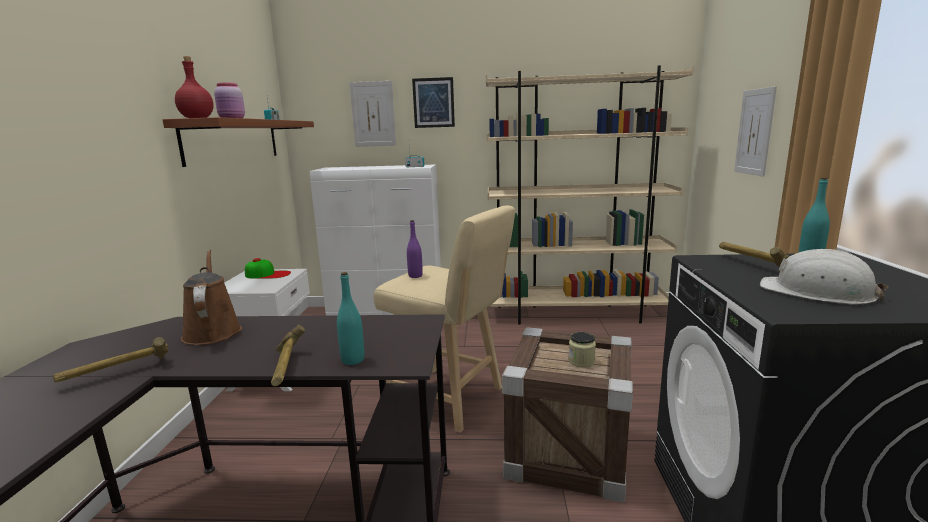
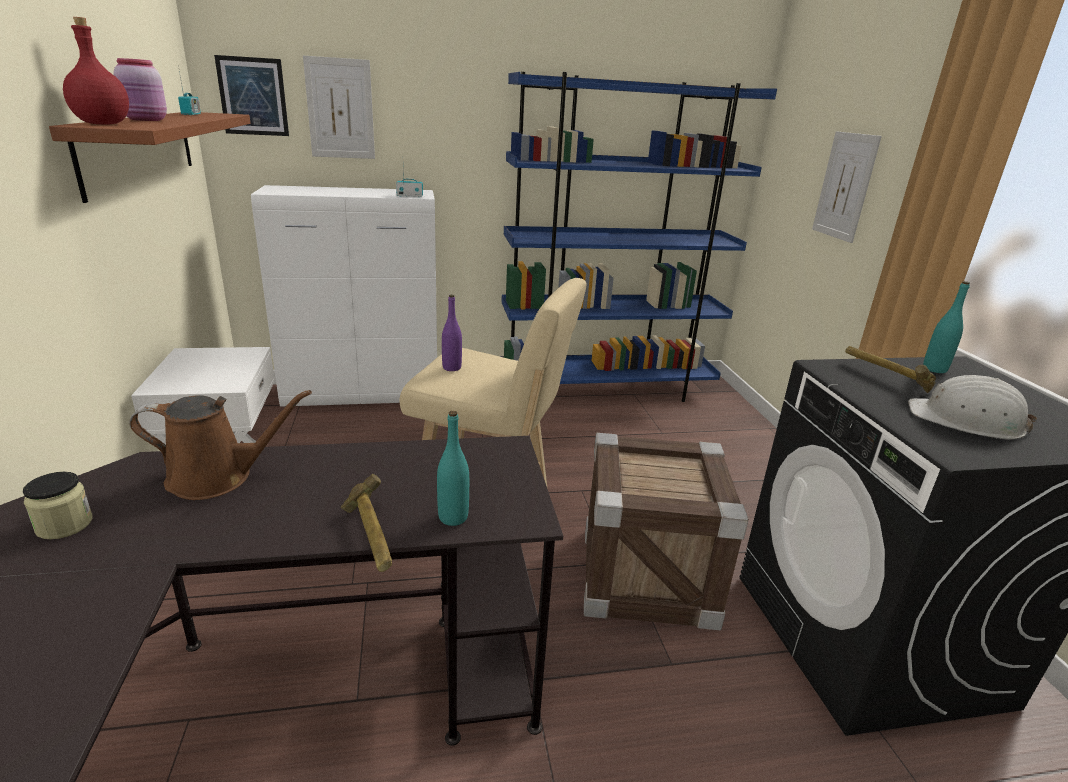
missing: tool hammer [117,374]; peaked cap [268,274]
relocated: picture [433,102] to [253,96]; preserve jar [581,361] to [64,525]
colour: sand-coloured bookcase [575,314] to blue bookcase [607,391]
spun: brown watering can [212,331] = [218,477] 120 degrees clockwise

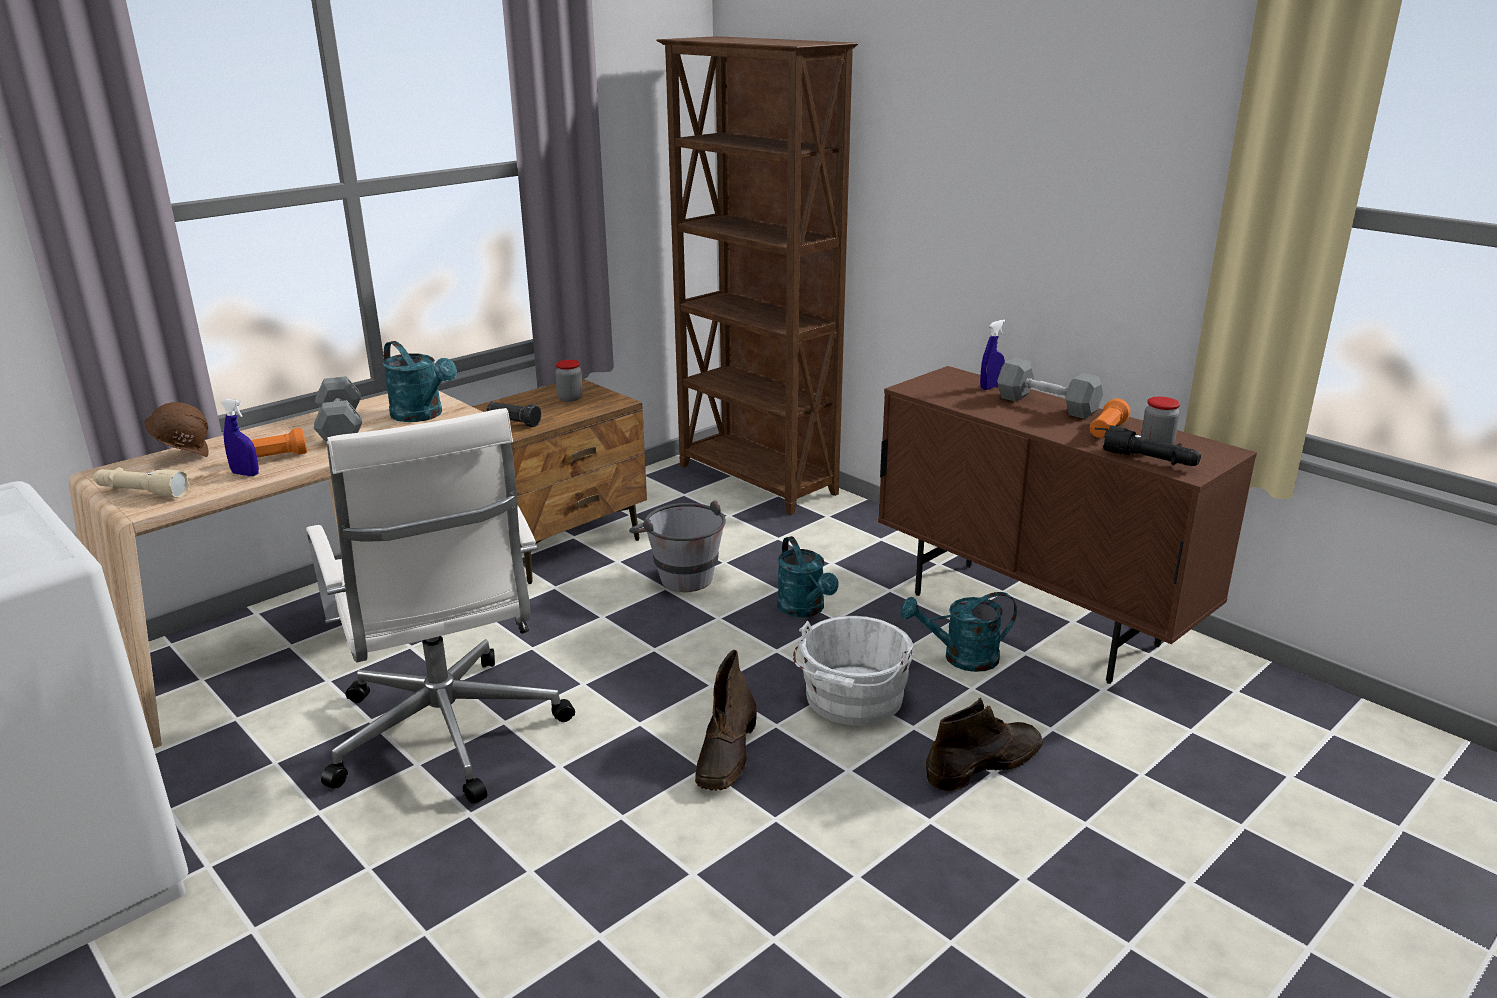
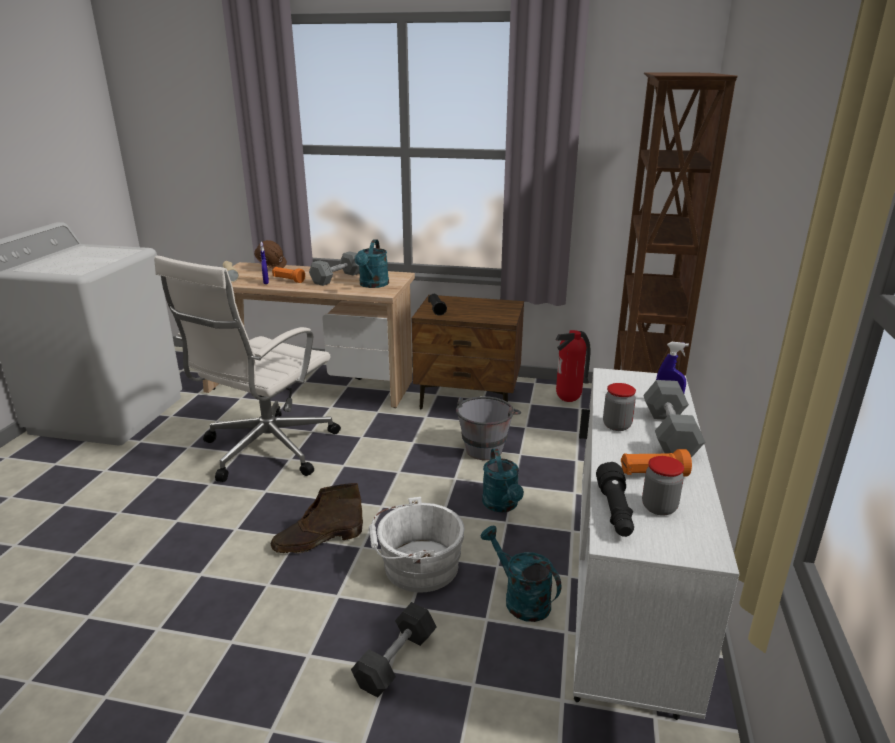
appeared: extinguisher [568,401]
relocated: preserve jar [570,398] to [617,425]
exchanged: brown high-top boot [985,763] to gray dumbbell [396,660]
colour: brown storage cabinet [1033,619] to white-coloured storage cabinet [622,619]
spun: blue-green watering can [805,609] = [502,505] 45 degrees counterclockwise

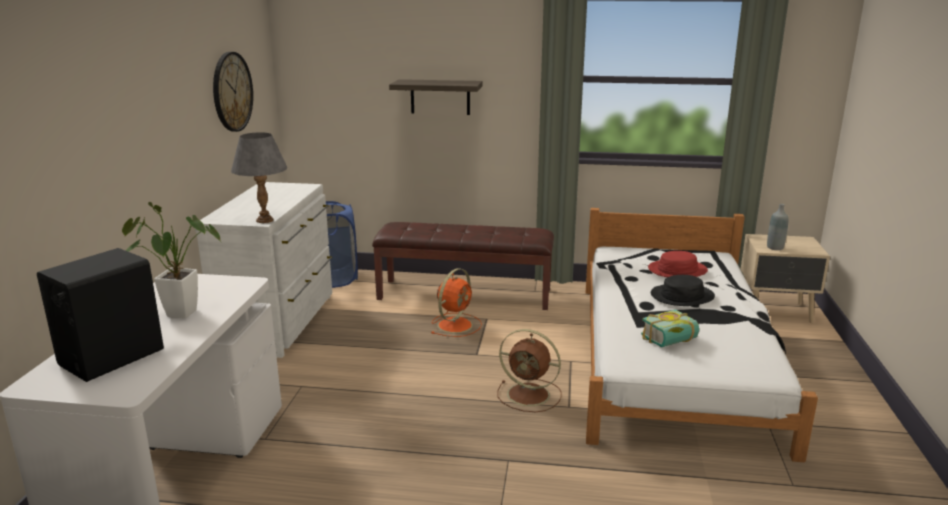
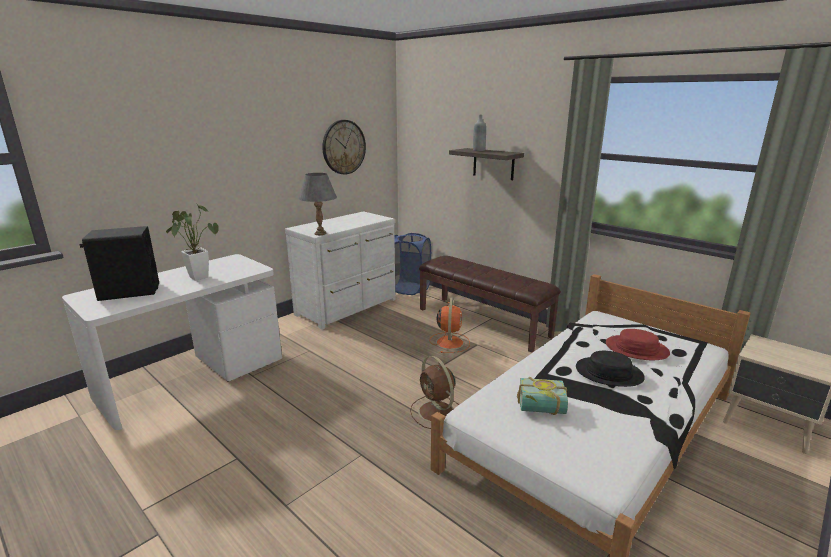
relocated: gray bottle [775,247] to [478,150]
spun: orangey cooling fan [456,324] = [449,342] 60 degrees counterclockwise

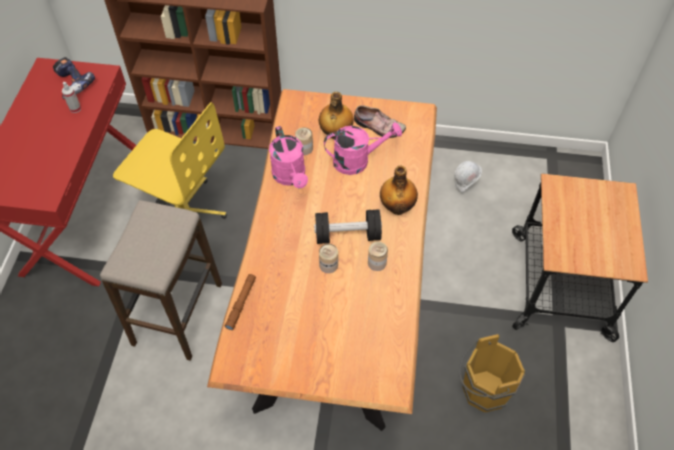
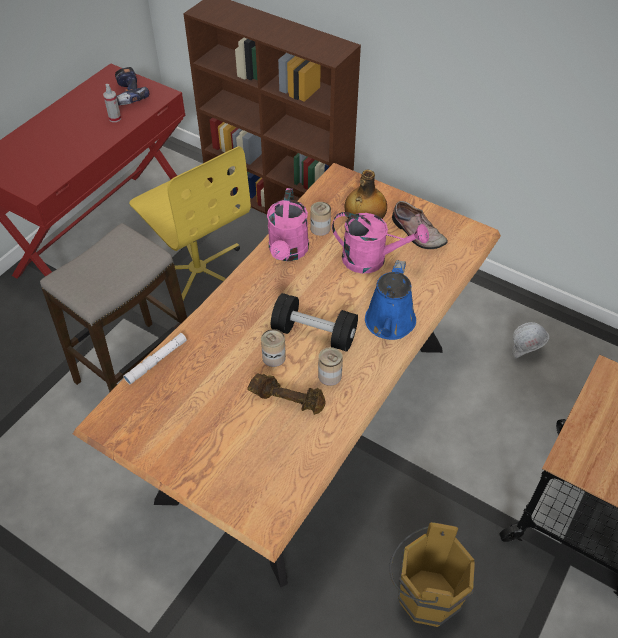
appeared: brown dumbbell [287,399]
exchanged: bottle [397,207] to blue watering can [389,324]
colour: brown torch [241,303] to white-coloured torch [156,361]

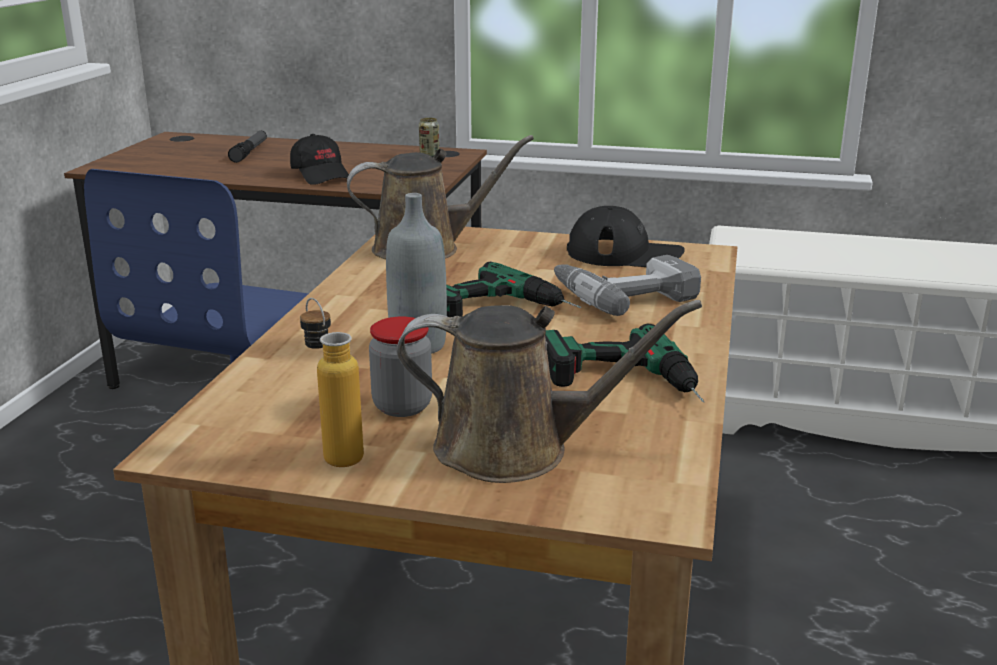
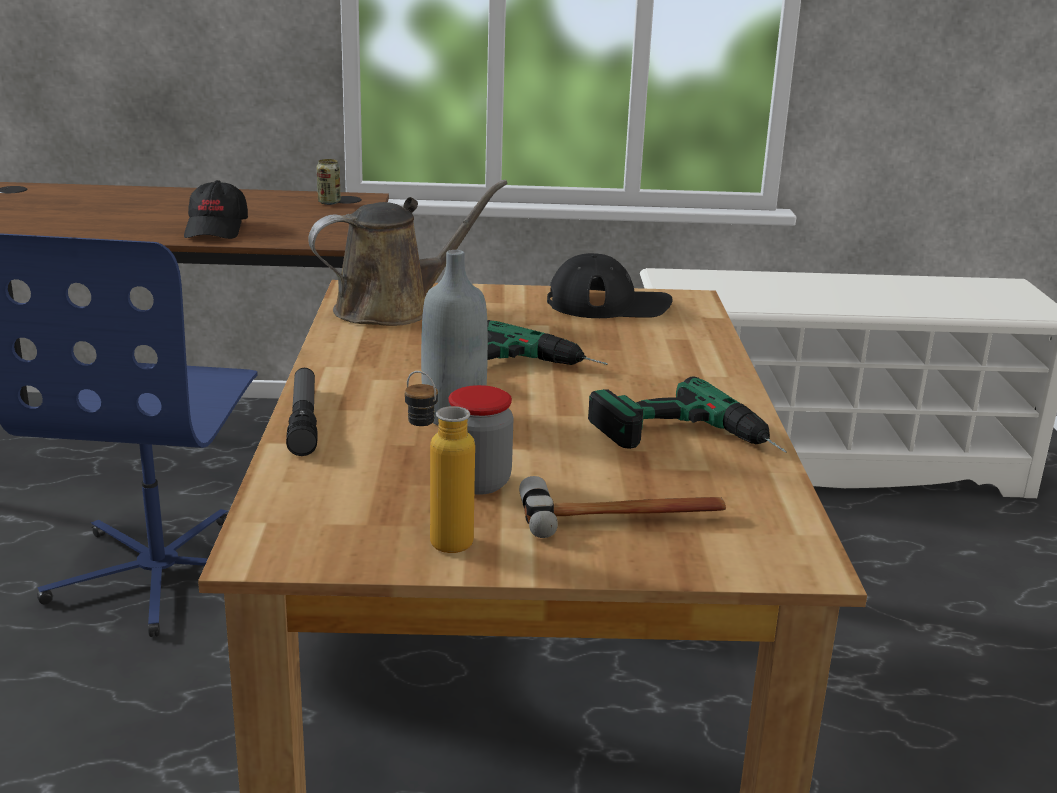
missing: power drill [623,294]
relocated: torch [249,152] to [303,420]
exchanged: brown watering can [515,449] to tool hammer [623,517]
spun: black peaked cap [321,175] = [217,229] 45 degrees clockwise

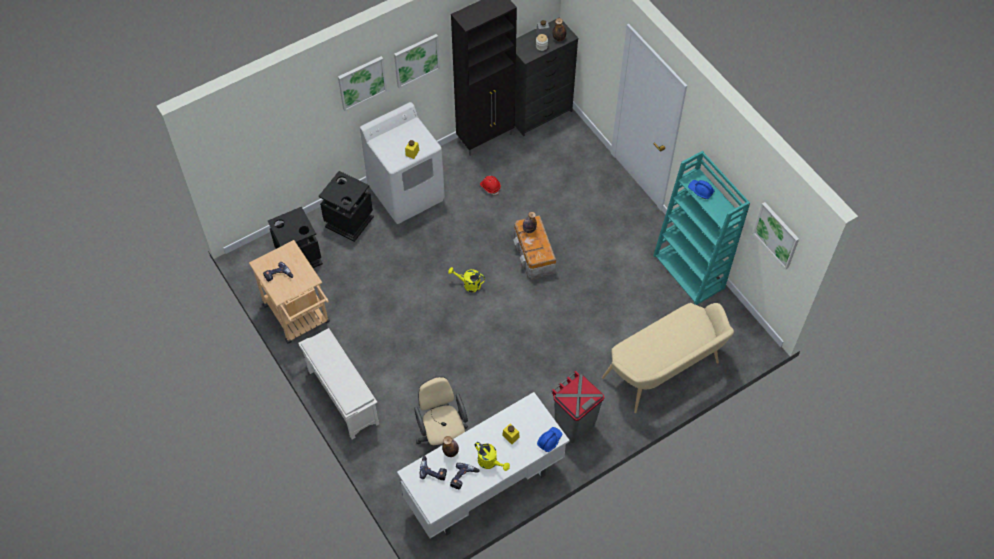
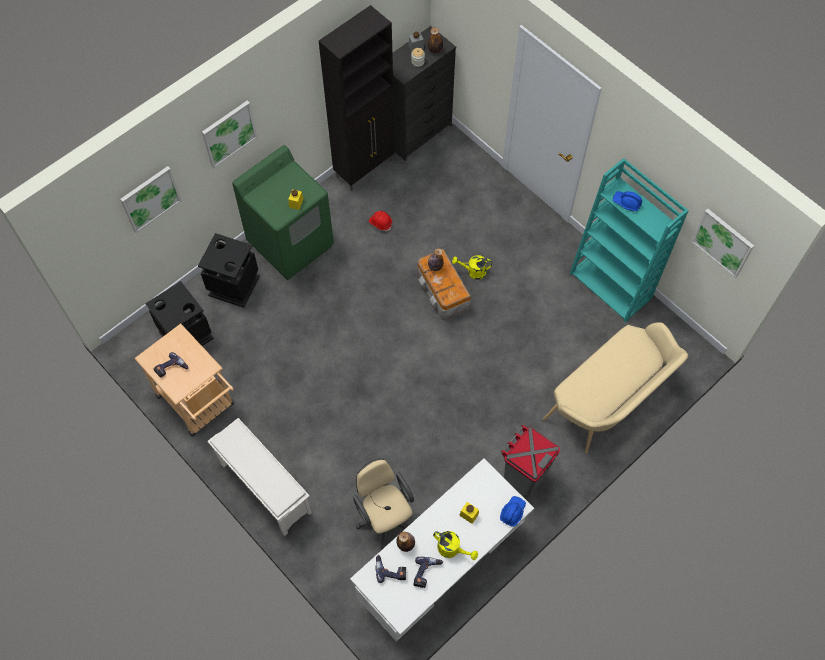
relocated: picture [416,60] to [150,198]; yellow watering can [468,284] to [473,272]
colour: white-coloured laundry appliance [407,193] to greenish laundry appliance [291,243]

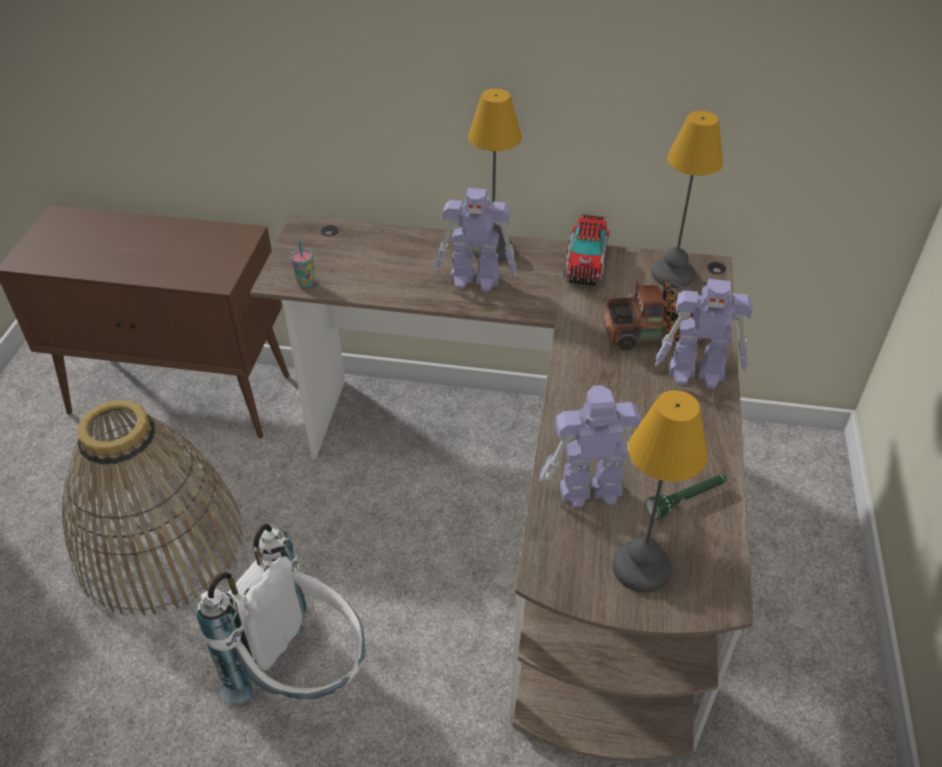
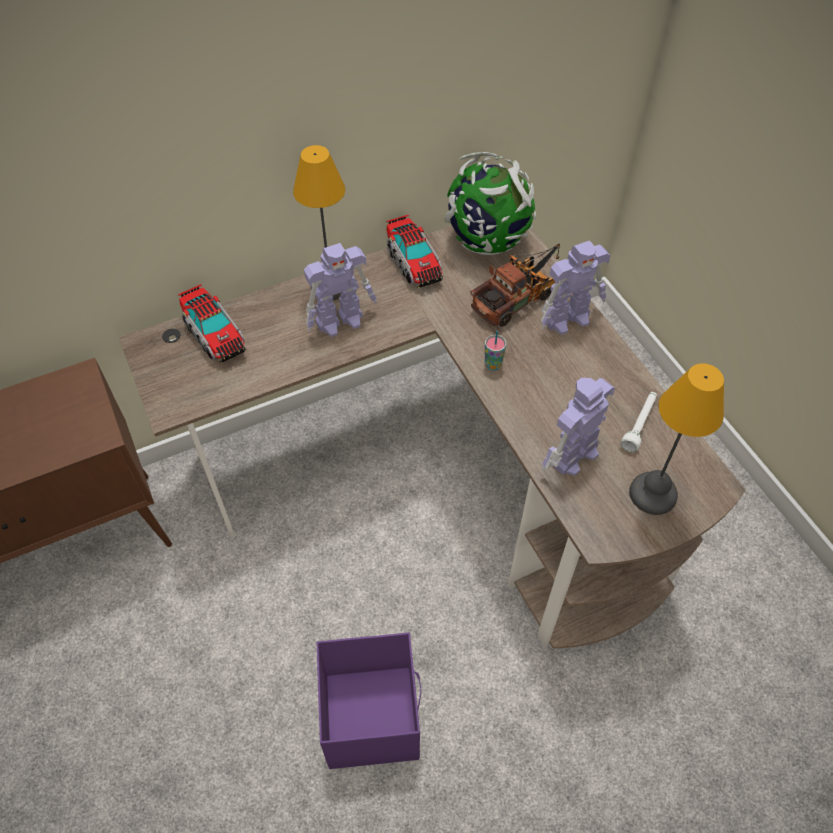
missing: storage basket [159,542]
appeared: model truck [214,334]
relocated: small cup [306,283] to [493,365]
exchanged: white-coloured knapsack [302,674] to purple storage container [372,715]; tabletop lamp [674,275] to globe [486,241]
colour: greenish torch [686,500] to white-coloured torch [639,424]

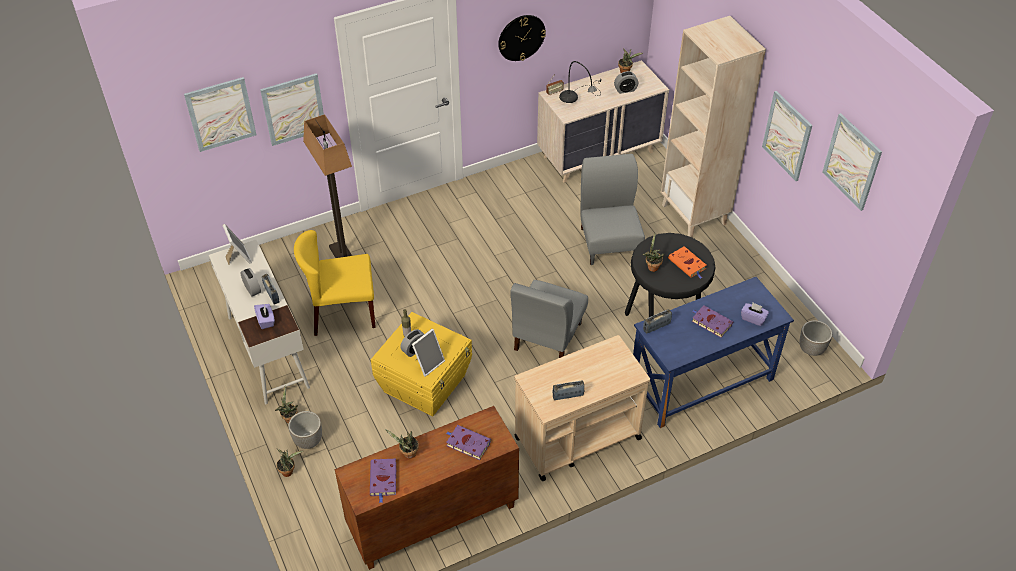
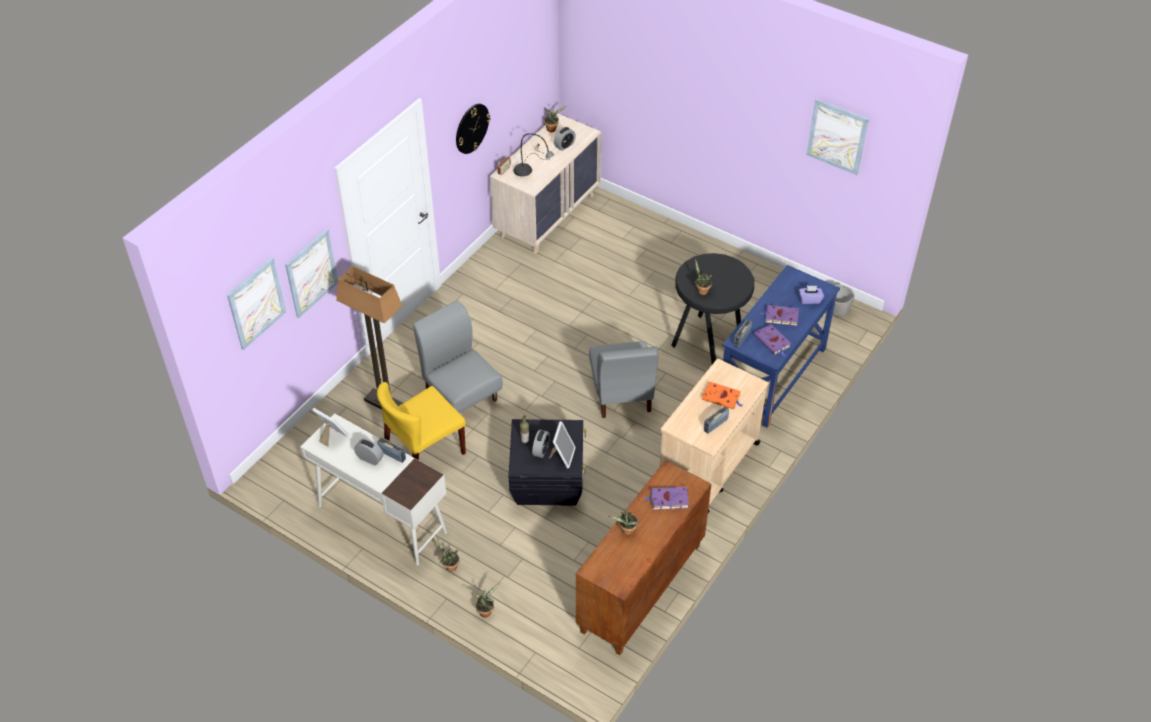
missing: purple box of tissues [266,320]; plant pot [308,441]; sand-coloured bookcase [694,215]; picture [787,136]
relocated: purple volume [383,480] to [773,342]; gray chair [608,243] to [461,395]; orangey volume [687,264] to [722,397]
colour: yellow storage container [425,383] to black storage container [548,480]

